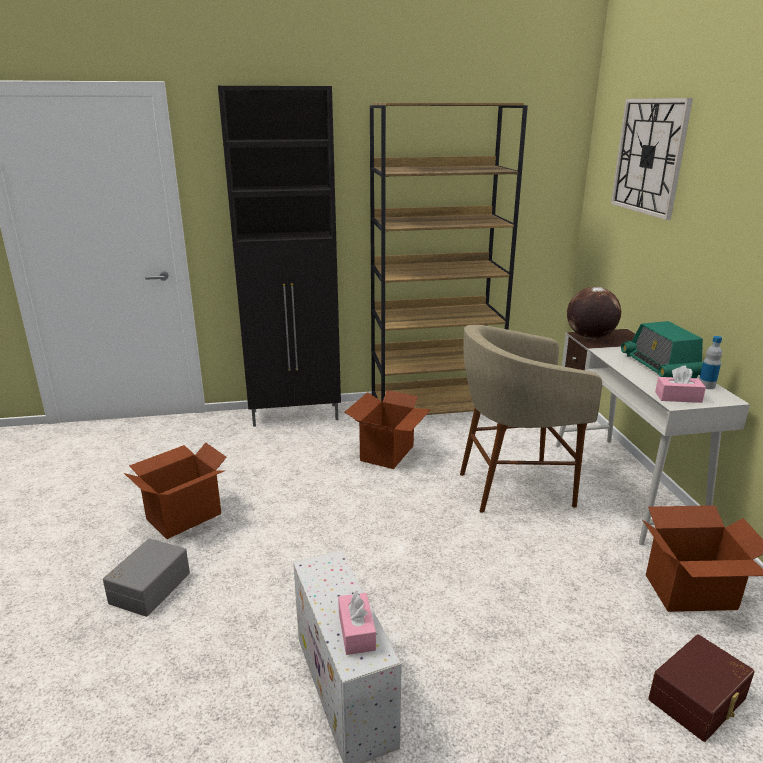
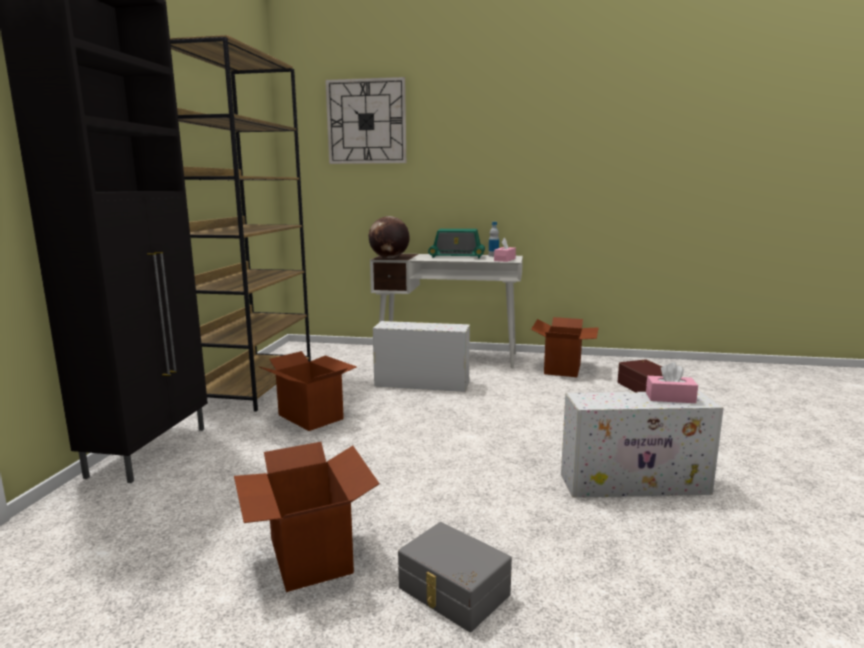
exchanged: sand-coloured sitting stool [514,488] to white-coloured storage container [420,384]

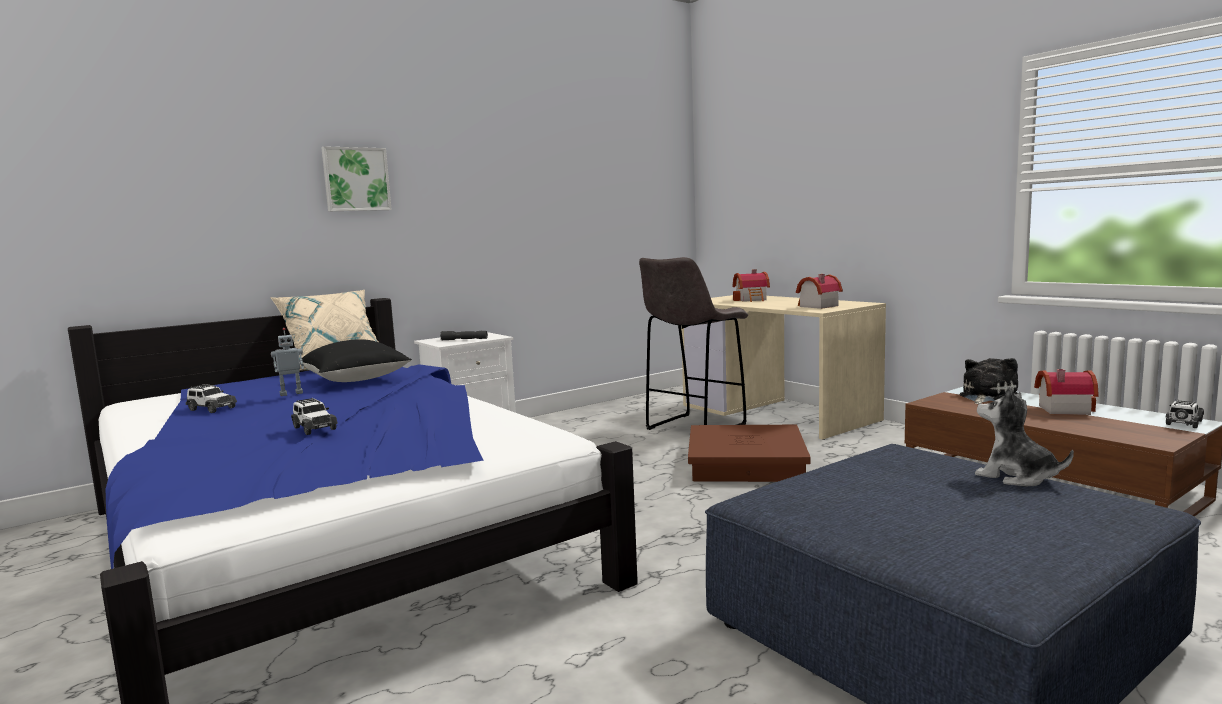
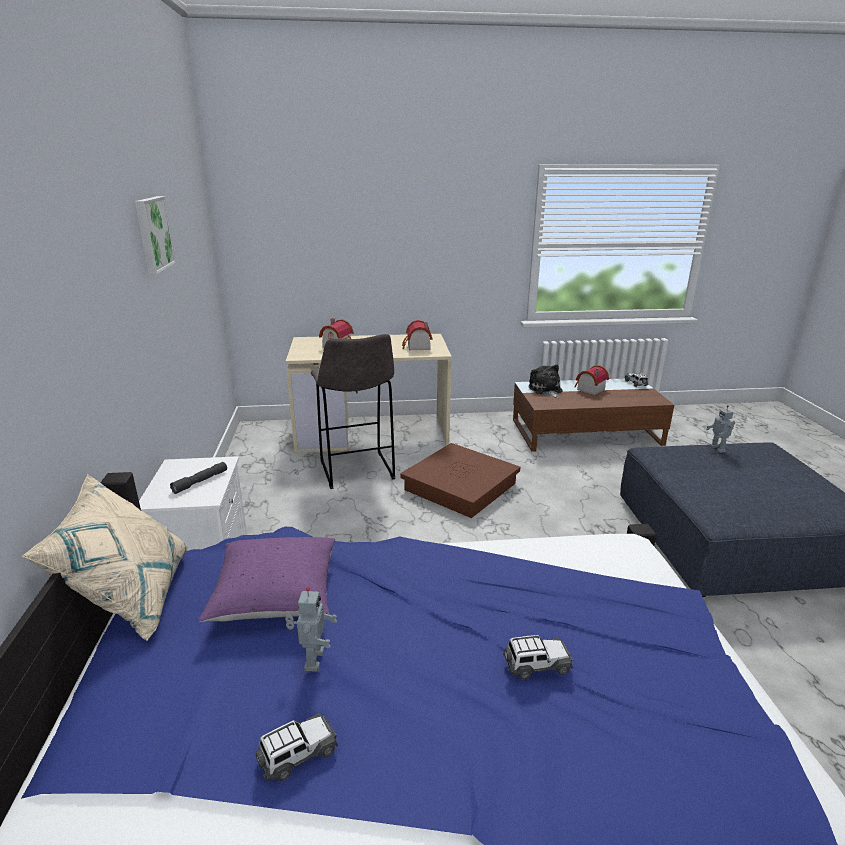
relocated: picture [356,179] to [152,234]
exchanged: soft toy [1016,477] to toy robot [718,449]
colour: black pillow [355,380] to purple pillow [275,596]

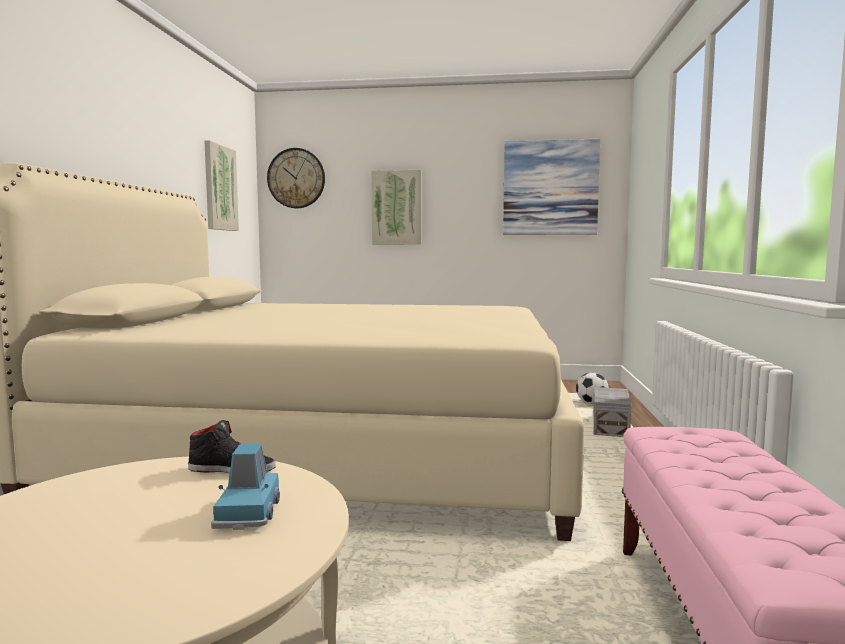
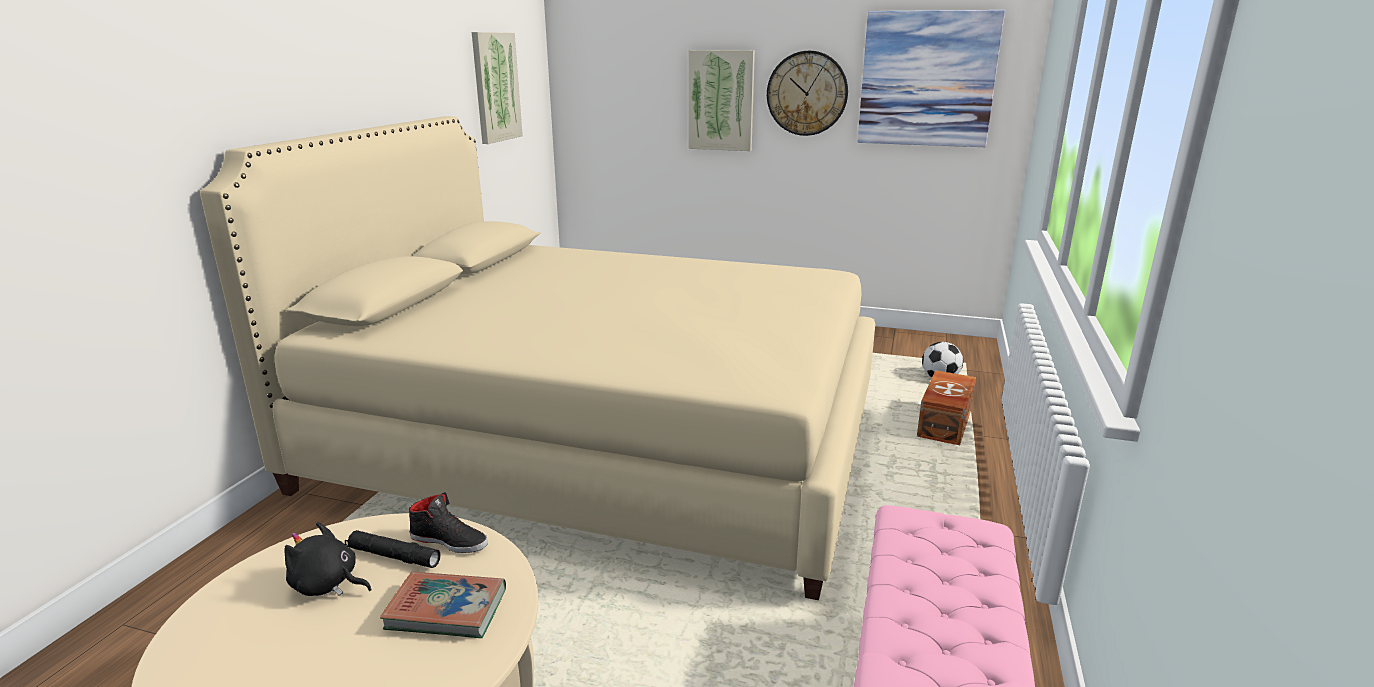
appeared: black soft toy [328,585]; black torch [393,556]
relocated: hanging clock [296,178] to [807,93]
exchanged: blue model car [248,512] to volume [446,610]
colour: gray storage container [609,427] to brown storage container [943,425]

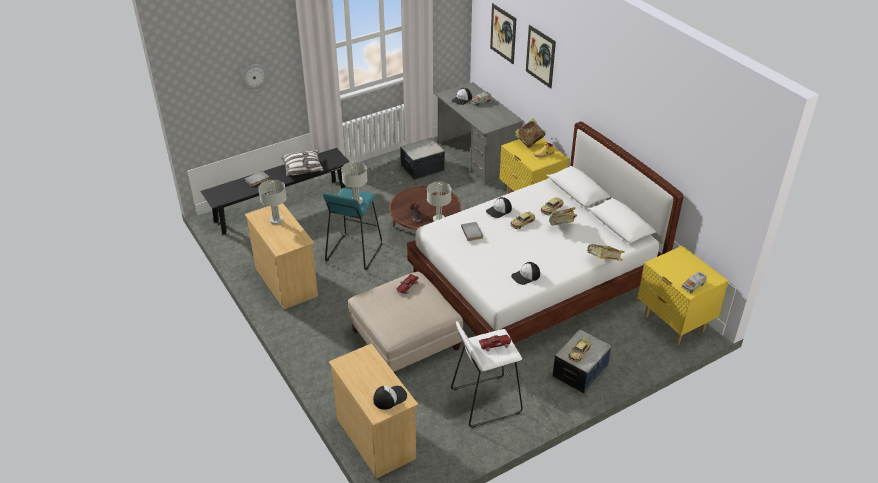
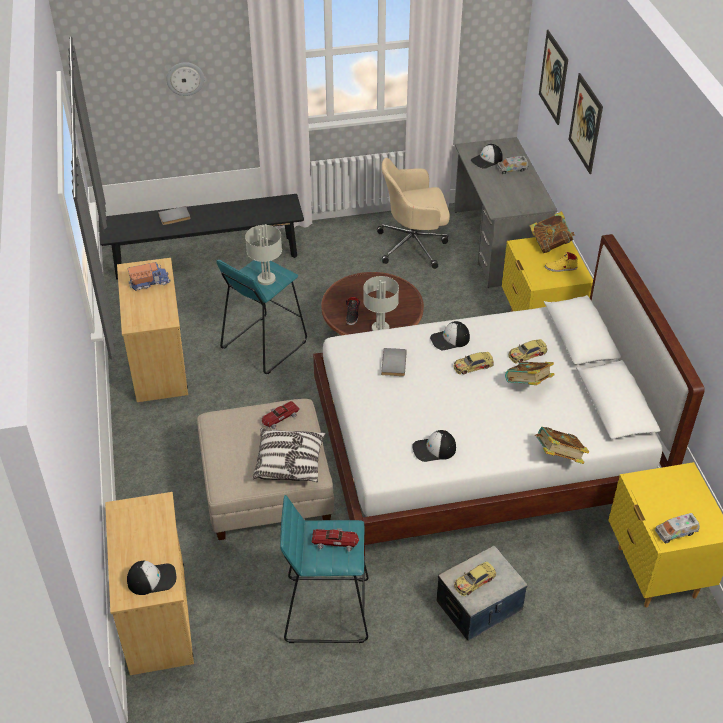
relocated: pillow [303,169] to [289,463]
exchanged: gray tabletop lamp [276,220] to model truck [149,282]; storage container [422,168] to sand-coloured computer chair [414,245]
colour: white-coloured sitting stool [485,401] to blue-green sitting stool [326,609]

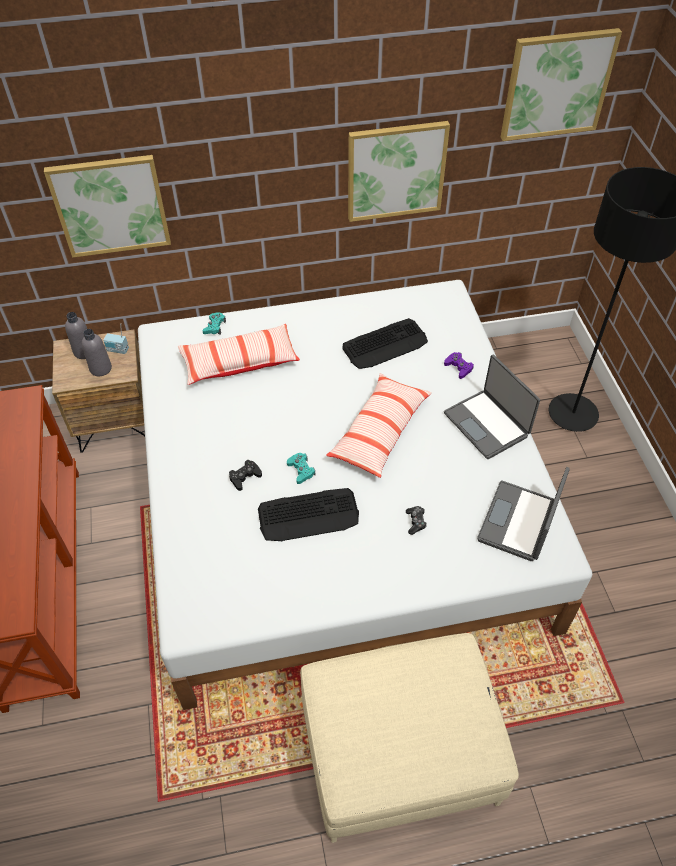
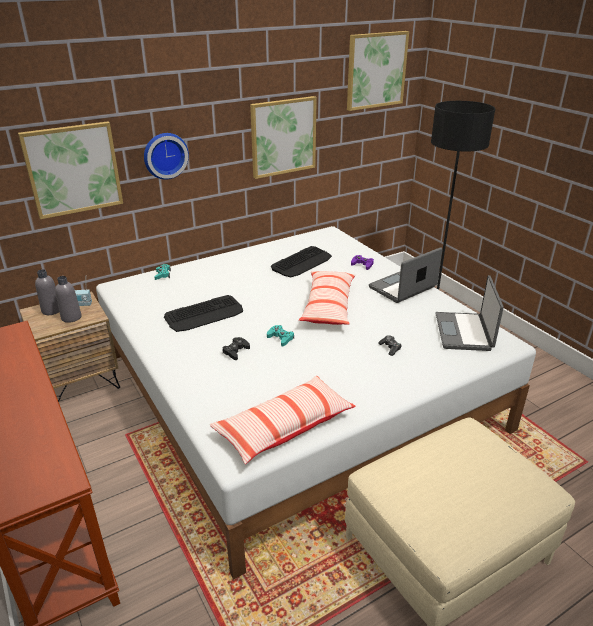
appeared: hanging clock [165,155]
relocated: pillow [239,362] to [284,427]; PC keyboard [309,515] to [204,314]
spun: notebook computer [487,424] = [403,288] 105 degrees clockwise

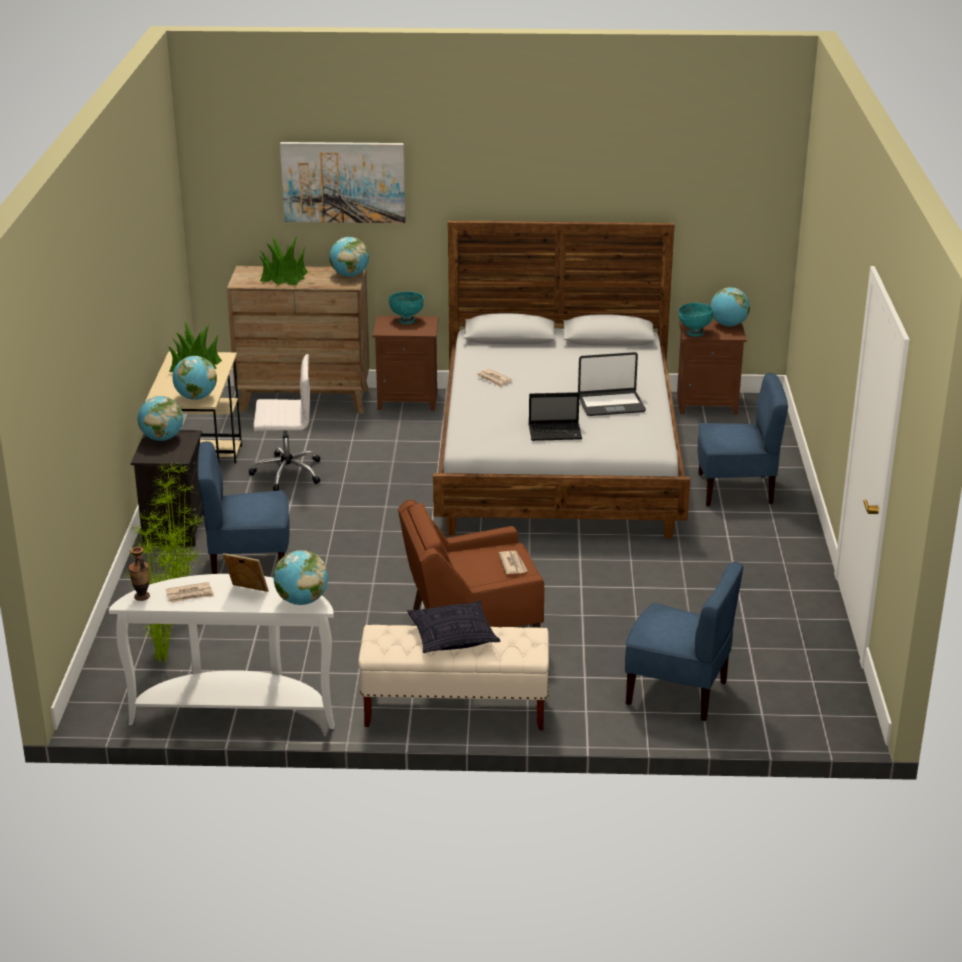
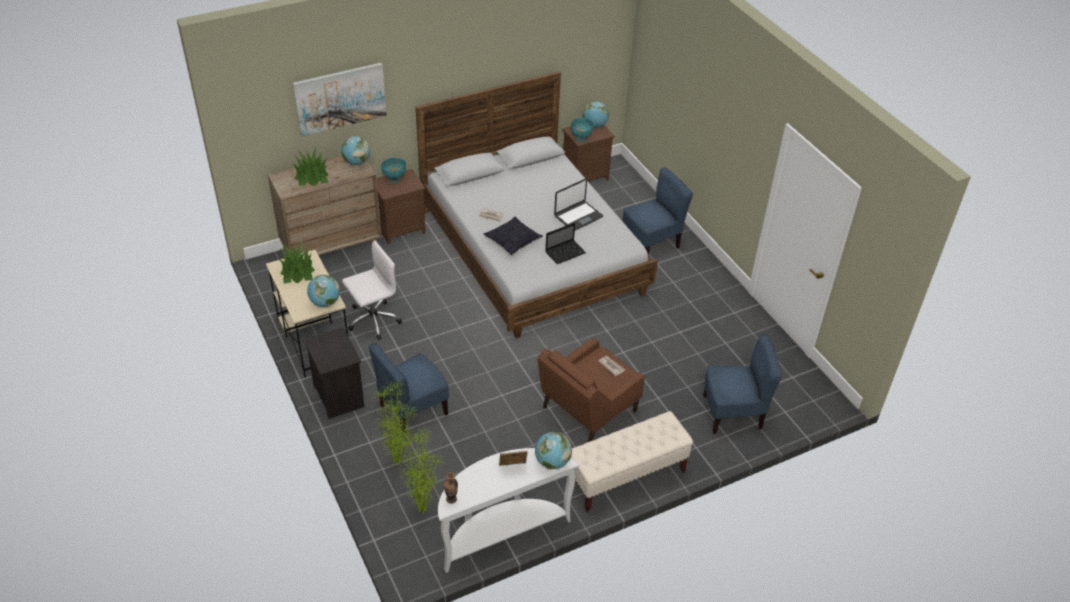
missing: globe [162,438]; newspaper [190,595]
relocated: pillow [453,638] to [513,241]

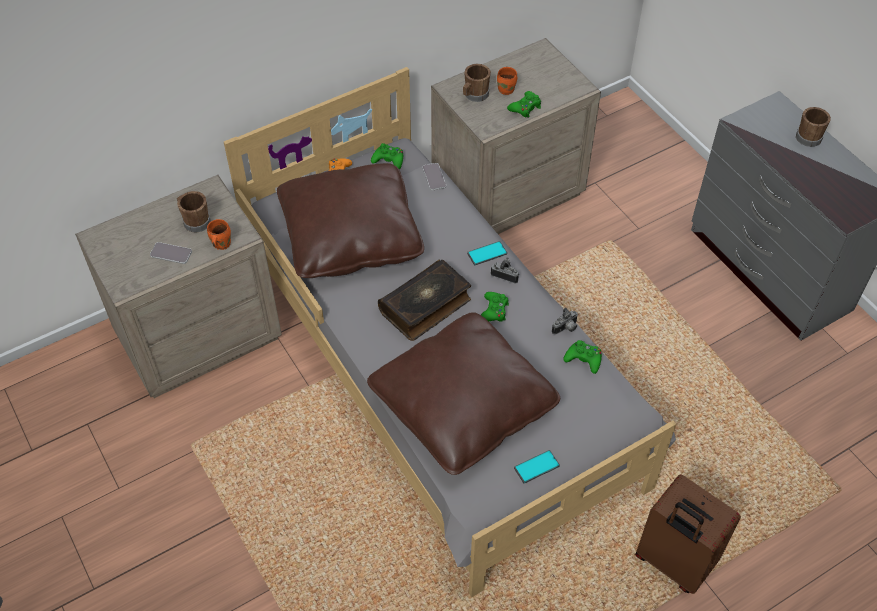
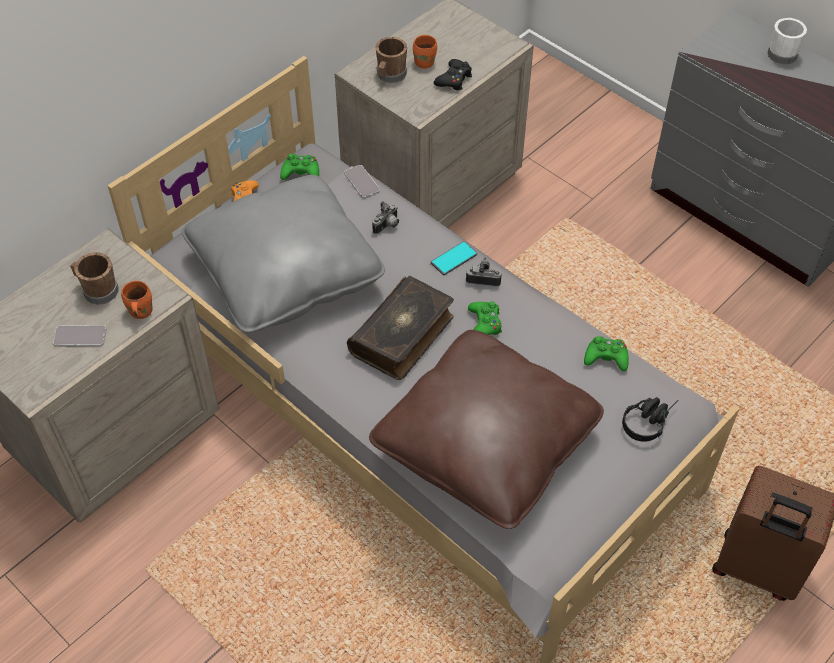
missing: handset [536,467]
appeared: black headset [649,420]
relocated: still camera [566,329] to [387,226]
colour: brown pillow [351,237] to gray pillow [285,272]; greenish joypad [525,108] to black joypad [454,79]; brown tea mug [809,136] to white-coloured tea mug [782,52]

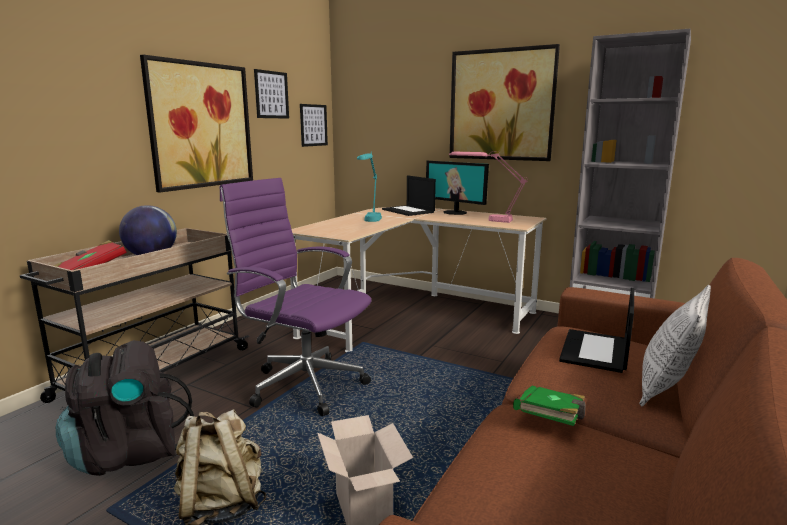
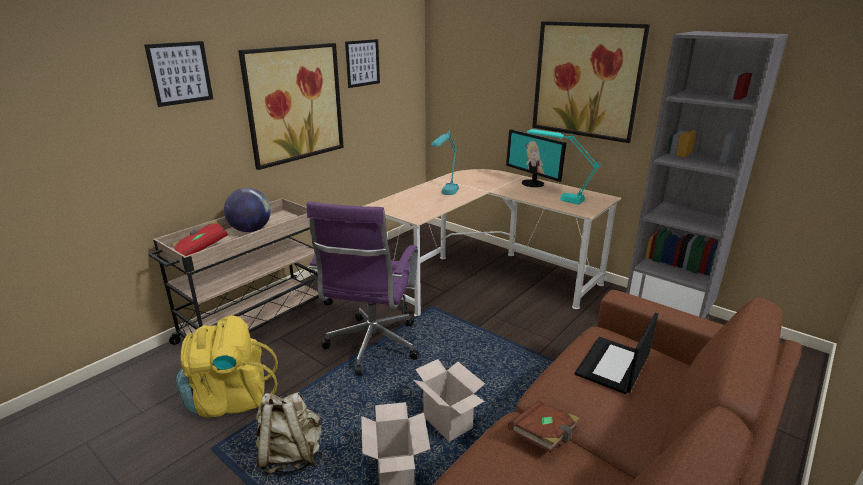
missing: notebook computer [409,211]; pillow [667,388]
appeared: carton [449,423]
relocated: picture [313,125] to [180,73]
colour: black knapsack [130,452] to yellow knapsack [231,399]; pink tabletop lamp [484,219] to blue-green tabletop lamp [557,197]; greenish volume [551,420] to brown volume [544,436]
spun: purple computer chair [303,384] = [372,347] 120 degrees counterclockwise

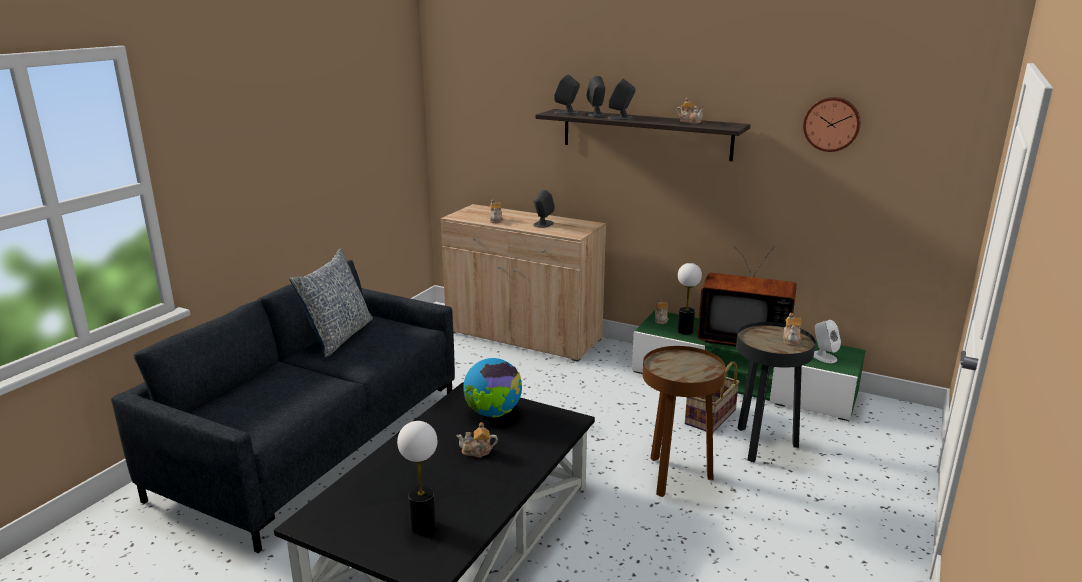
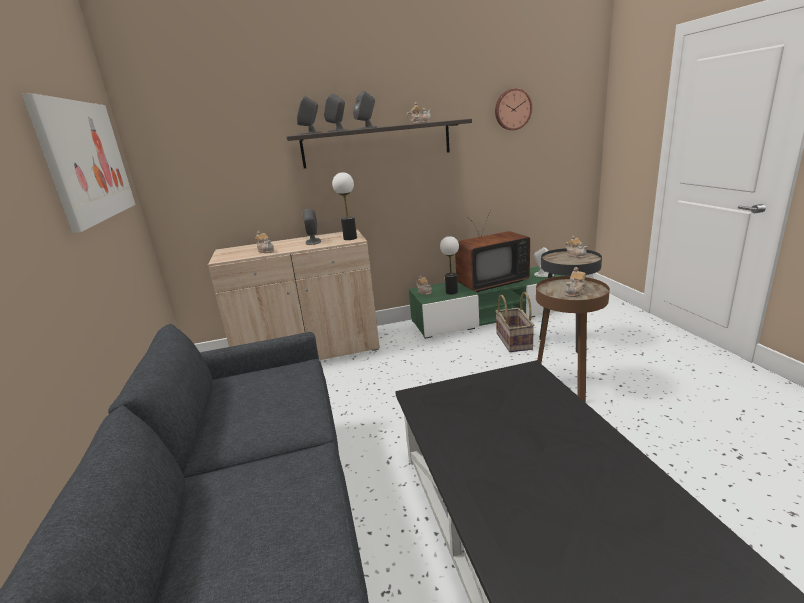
missing: pillow [338,337]; globe [493,413]
appeared: picture [86,161]
relocated: tabletop lamp [423,526] to [350,238]; teapot [477,451] to [575,293]

